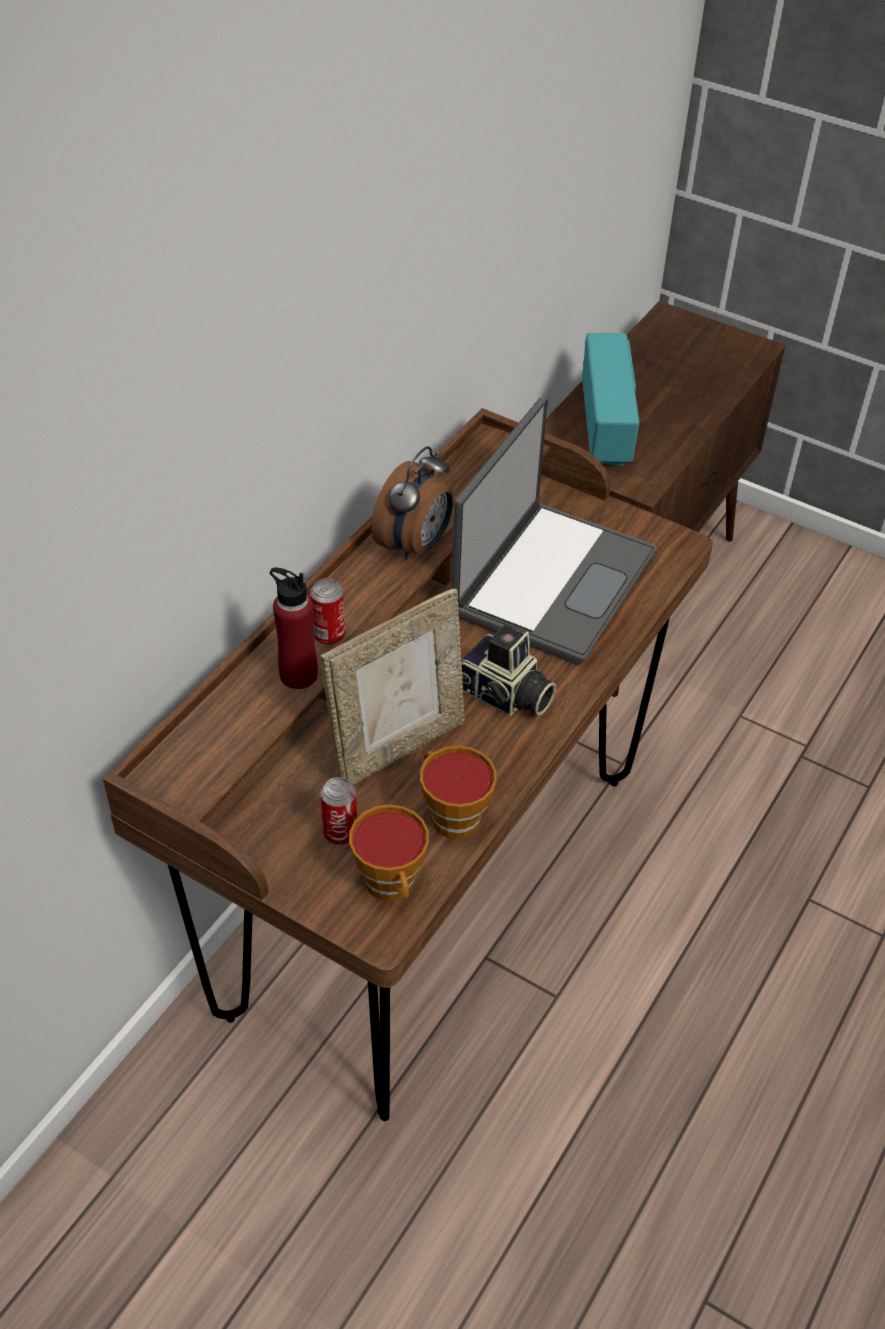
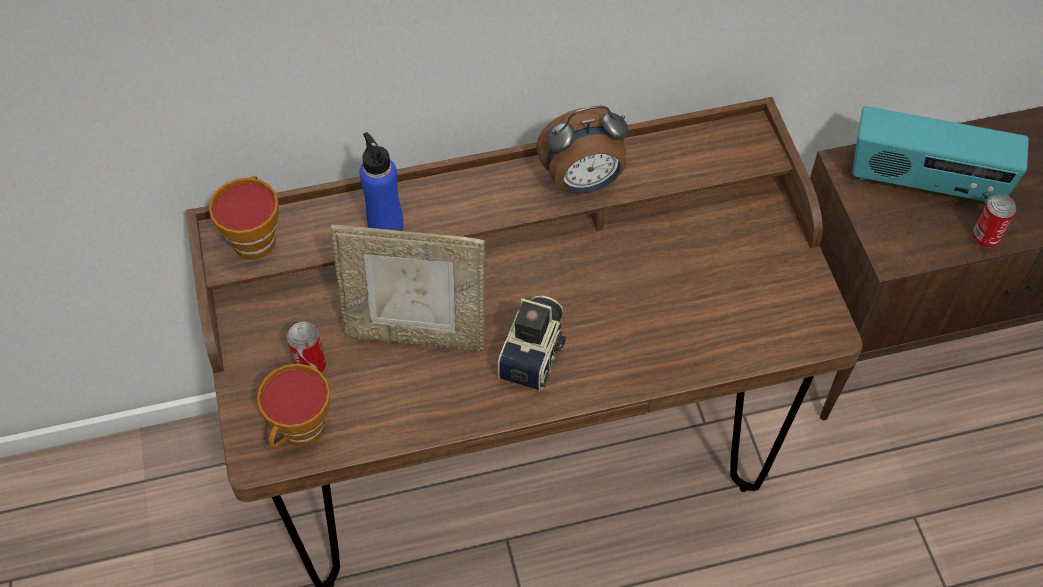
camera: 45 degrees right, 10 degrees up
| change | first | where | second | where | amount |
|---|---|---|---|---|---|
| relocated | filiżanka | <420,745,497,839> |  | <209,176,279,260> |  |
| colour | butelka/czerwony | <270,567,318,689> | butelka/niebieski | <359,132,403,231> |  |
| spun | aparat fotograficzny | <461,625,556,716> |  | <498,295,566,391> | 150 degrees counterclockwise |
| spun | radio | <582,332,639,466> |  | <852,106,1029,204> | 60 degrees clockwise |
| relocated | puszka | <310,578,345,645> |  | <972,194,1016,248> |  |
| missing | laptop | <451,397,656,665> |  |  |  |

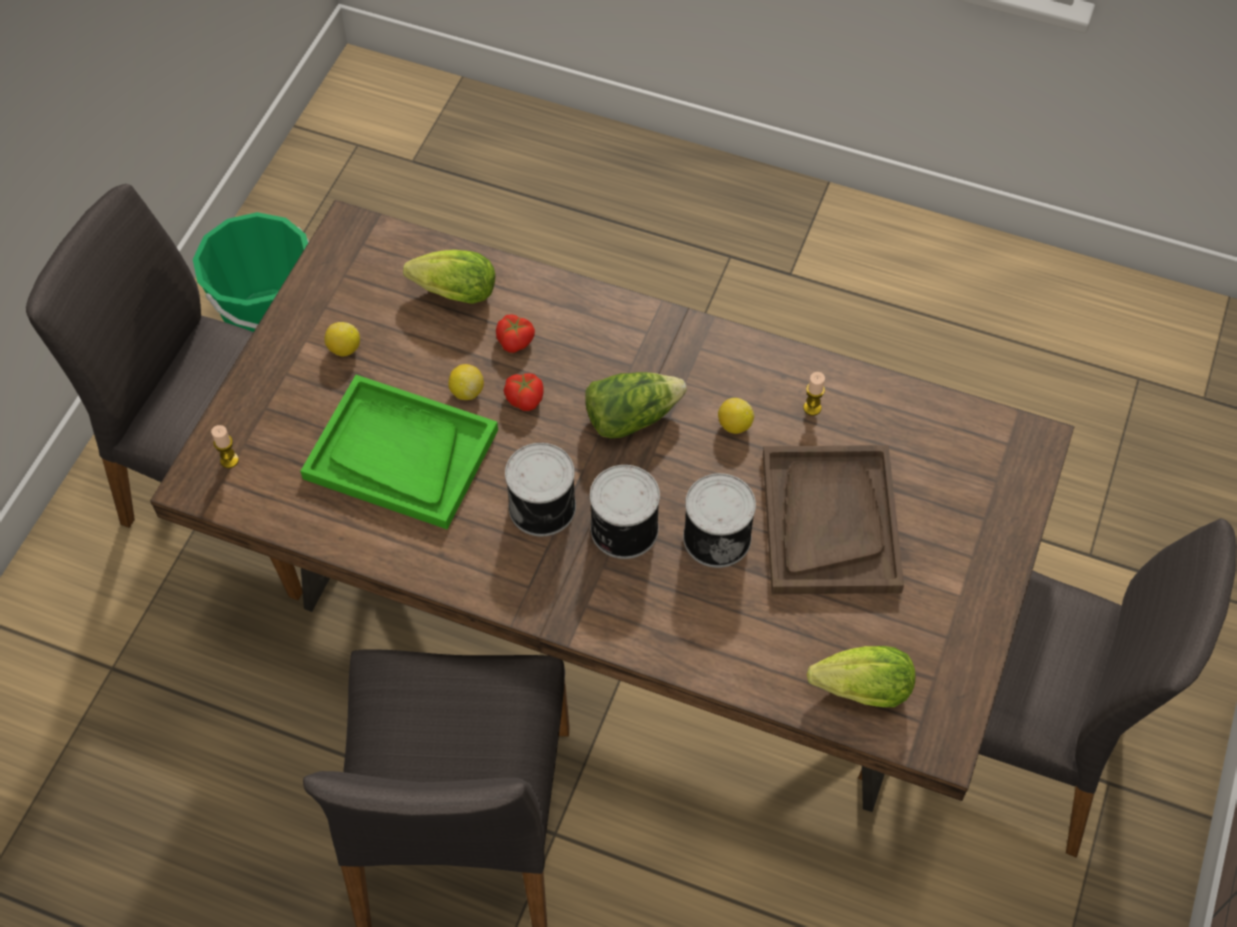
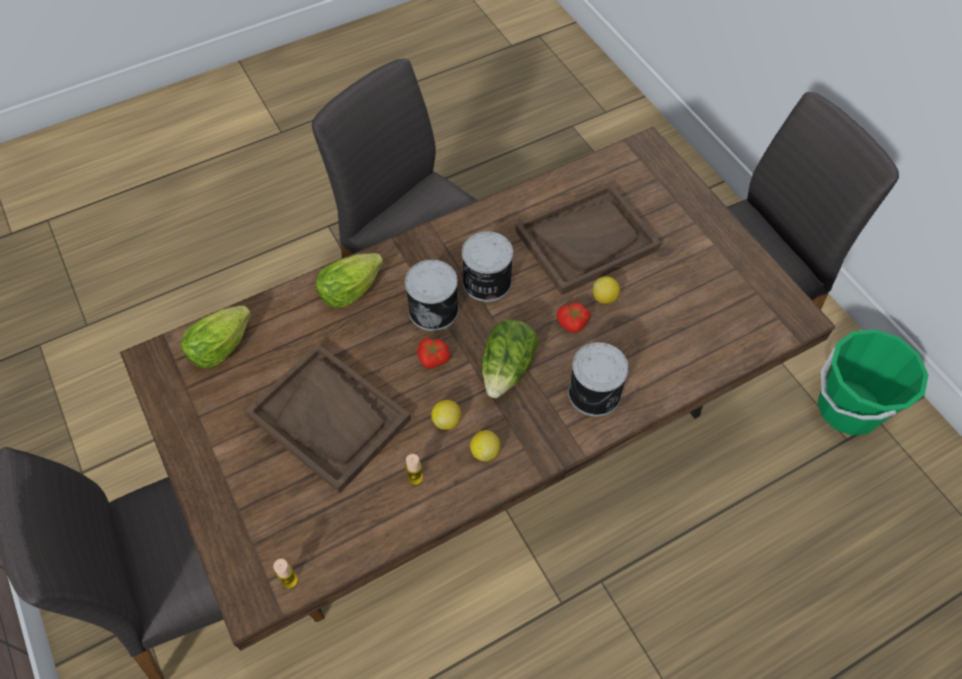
camera: 130 degrees right, 0 degrees up
| change | first | where | second | where | amount |
|---|---|---|---|---|---|
| relocated | świeca | <211,425,239,468> |  | <273,559,298,589> |  |
| relocated | sałata | <403,250,495,304> |  | <316,253,384,308> |  |
| relocated | pomidor | <496,314,535,353> |  | <417,338,451,368> |  |
| relocated | cytryna | <324,322,360,356> |  | <470,430,500,461> |  |
| colour | taca/zielony | <300,375,498,529> | taca/brązowy | <515,183,661,295> |  |
| relocated | puszka | <683,473,756,568> |  | <568,342,629,416> |  |

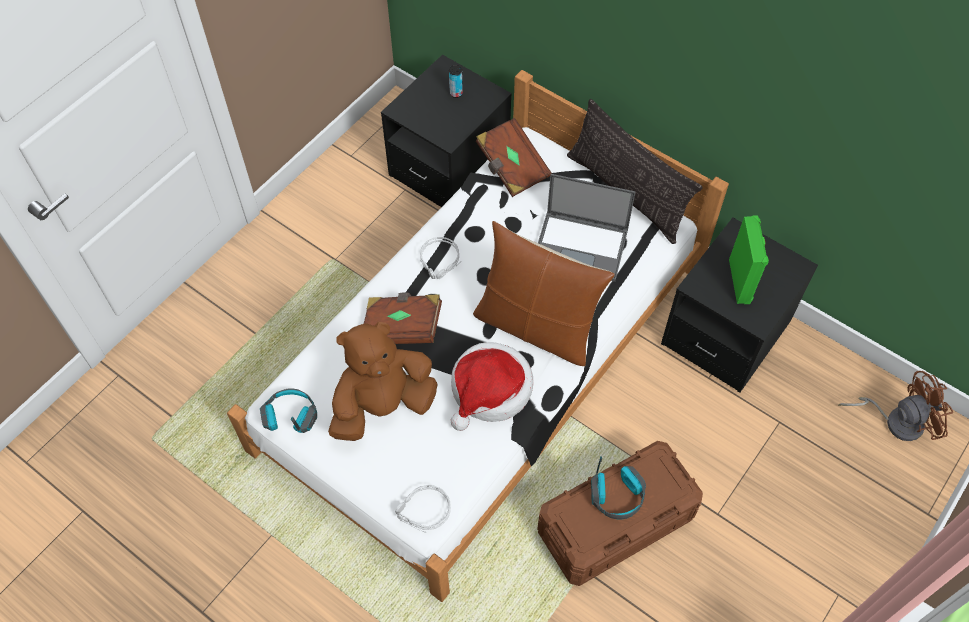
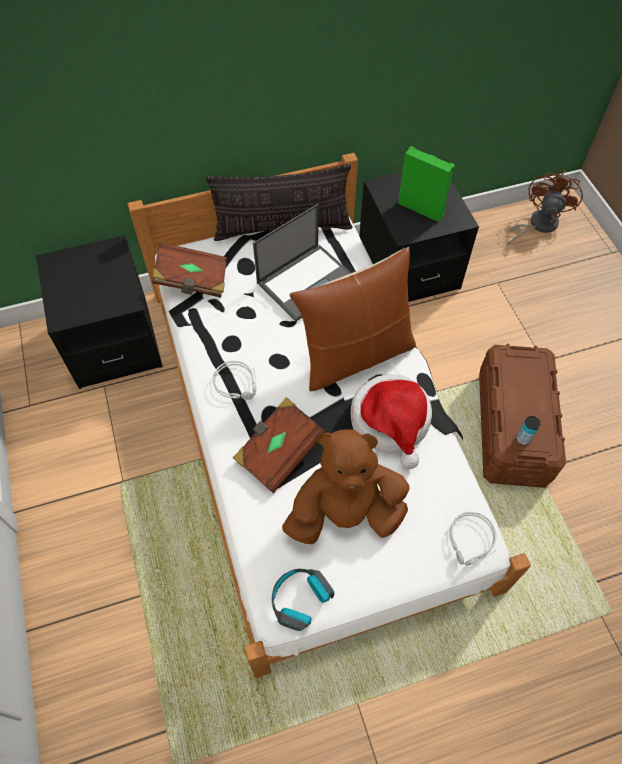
camera: 55 degrees left, 0 degrees up
| change | first | where | second | where | amount |
|---|---|---|---|---|---|
| spun | pluszak/brązowy | <328,322,438,441> |  | <282,429,410,544> | 75 degrees clockwise |
| relocated | puszka | <449,65,463,98> |  | <516,416,541,445> |  |
| missing | słuchawki | <591,456,646,520> |  |  |  |

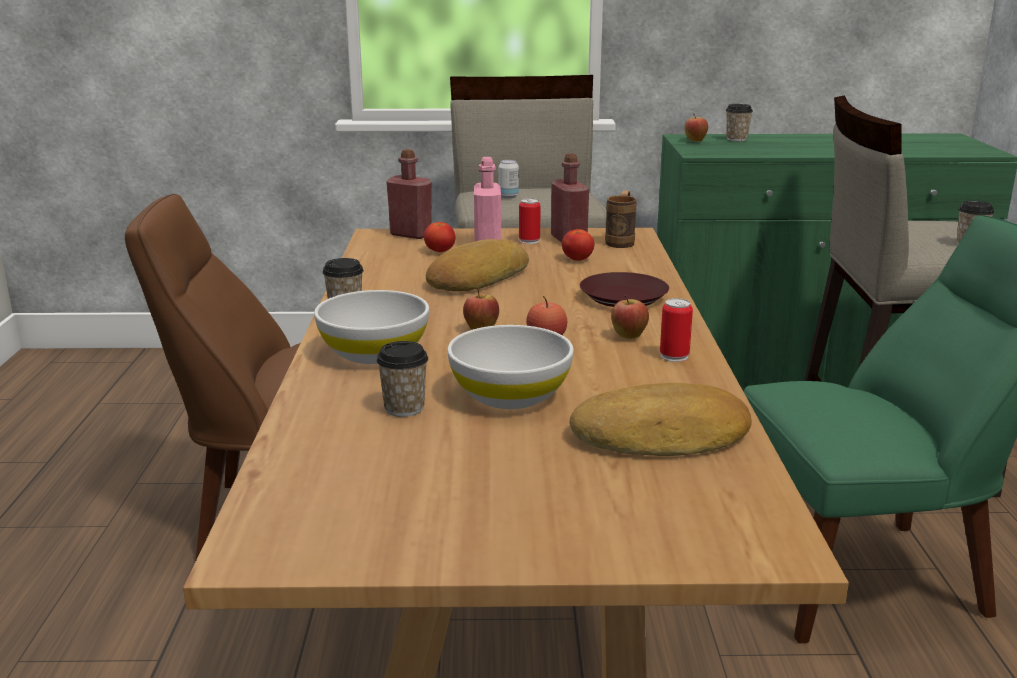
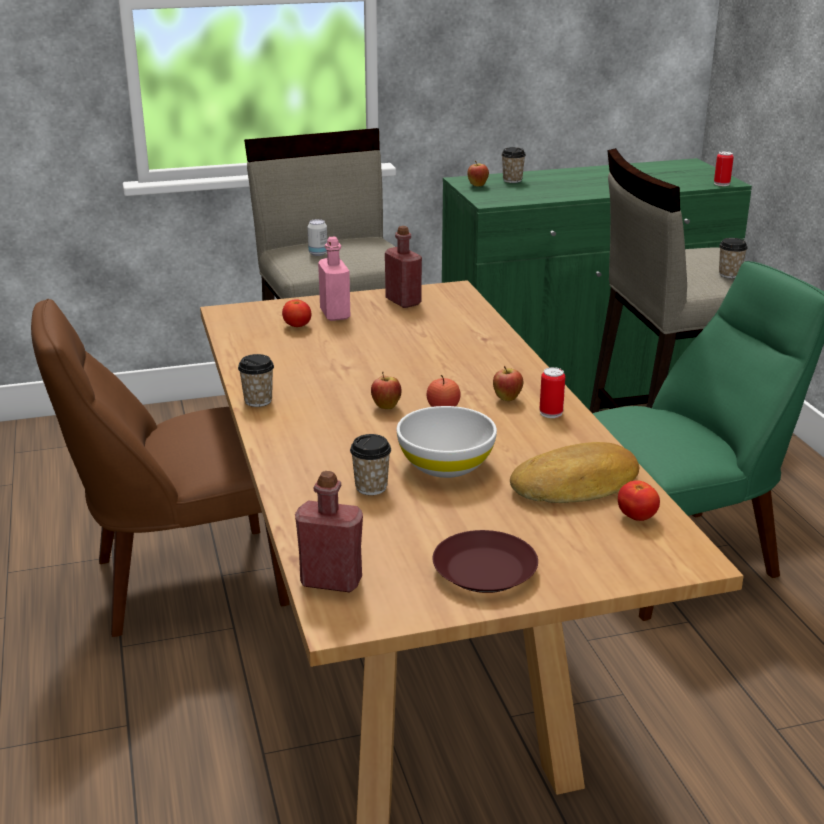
camera: 15 degrees left, 5 degrees up
| change | first | where | second | where | amount |
|---|---|---|---|---|---|
| relocated | butelka/czerwony | <386,149,432,239> |  | <295,471,363,592> |  |
| relocated | talerz/brązowy | <580,272,669,307> |  | <433,530,538,593> |  |
| relocated | pomidor | <562,229,594,261> |  | <618,480,660,521> |  |
| relocated | puszka | <519,198,541,244> |  | <714,151,734,186> |  |
| missing | miska/biały | <314,290,429,364> |  |  |  |
| missing | chleb | <426,239,529,292> |  |  |  |
| missing | kubek/brązowy | <605,190,637,248> |  |  |  |

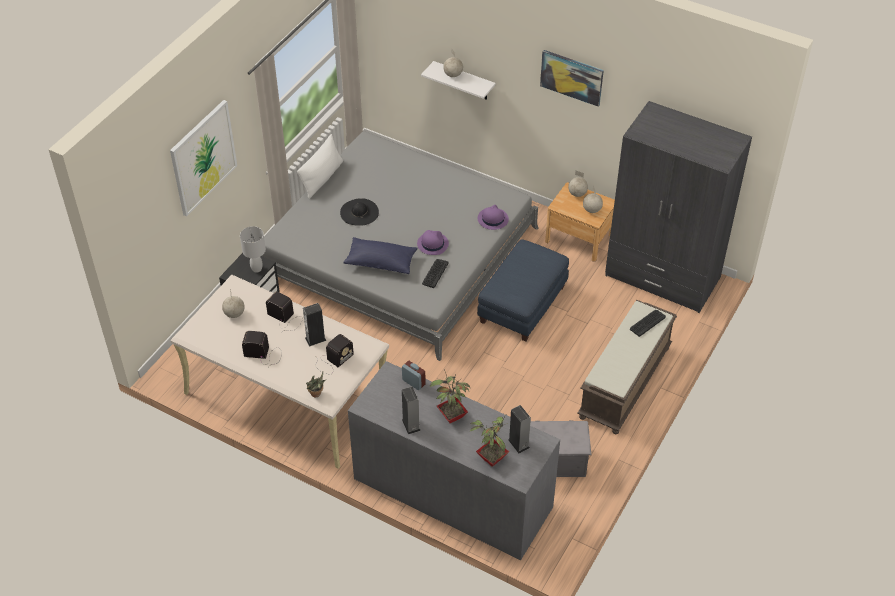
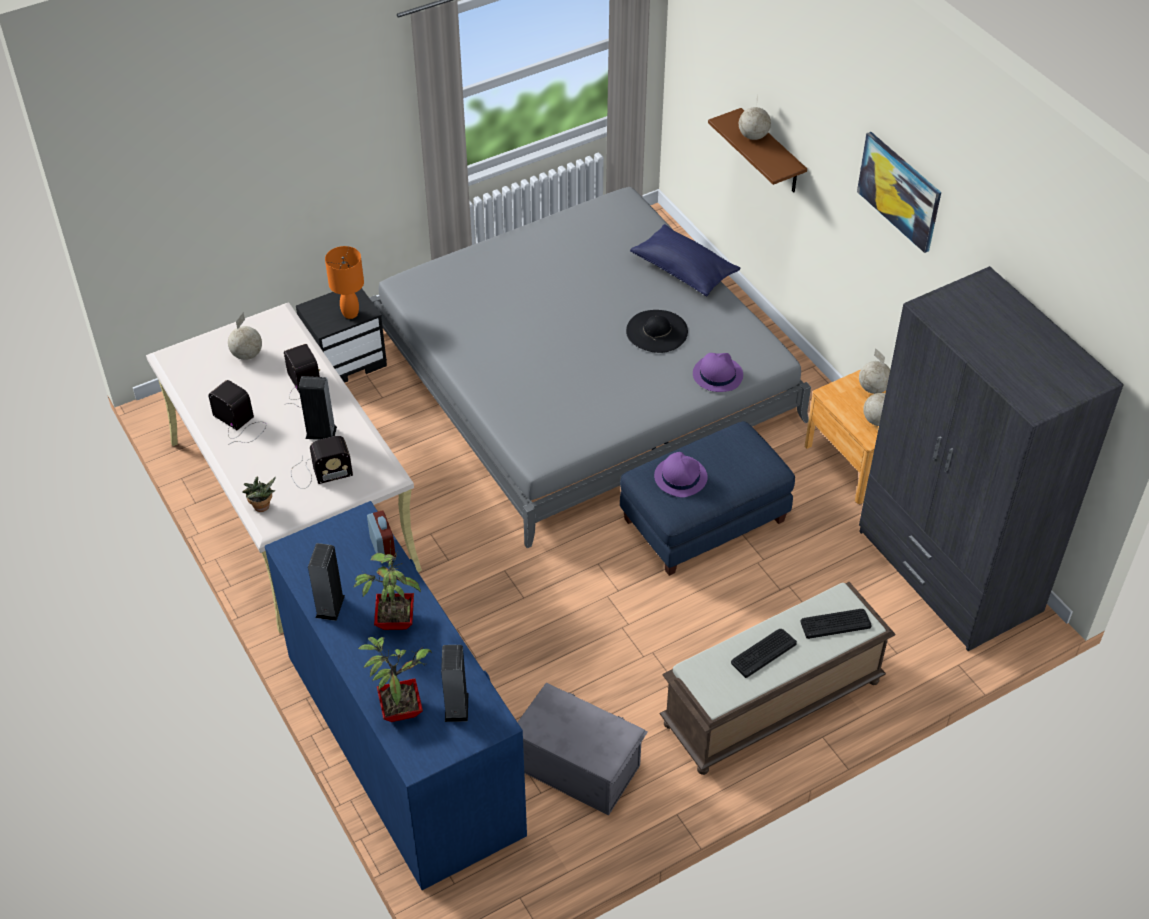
camera: 30 degrees right, 0 degrees up
| change | first | where | second | where | amount |
|---|---|---|---|---|---|
| colour | komoda/szary | <348,361,560,560> | komoda/niebieski | <265,501,527,890> |  |
| colour | lampa stołowa/biały | <240,226,266,273> | lampa stołowa/pomarańczowy | <325,246,364,319> |  |
| relocated | kapelusz/czarny | <340,198,379,226> |  | <626,310,688,353> |  |
| relocated | poduszka/niebieski | <344,237,418,274> |  | <630,224,740,297> |  |
| relocated | kapelusz/fioletowy | <417,230,449,255> |  | <654,452,708,497> |  |
| colour | półka/biały | <421,61,496,100> | półka/brązowy | <708,108,807,193> |  |
| relocated | klawiatura | <422,259,448,288> |  | <731,629,797,678> |  |
| missing | obraz | <170,100,237,217> |  |  |  |
| missing | poduszka/biały | <297,134,343,199> |  |  |  |

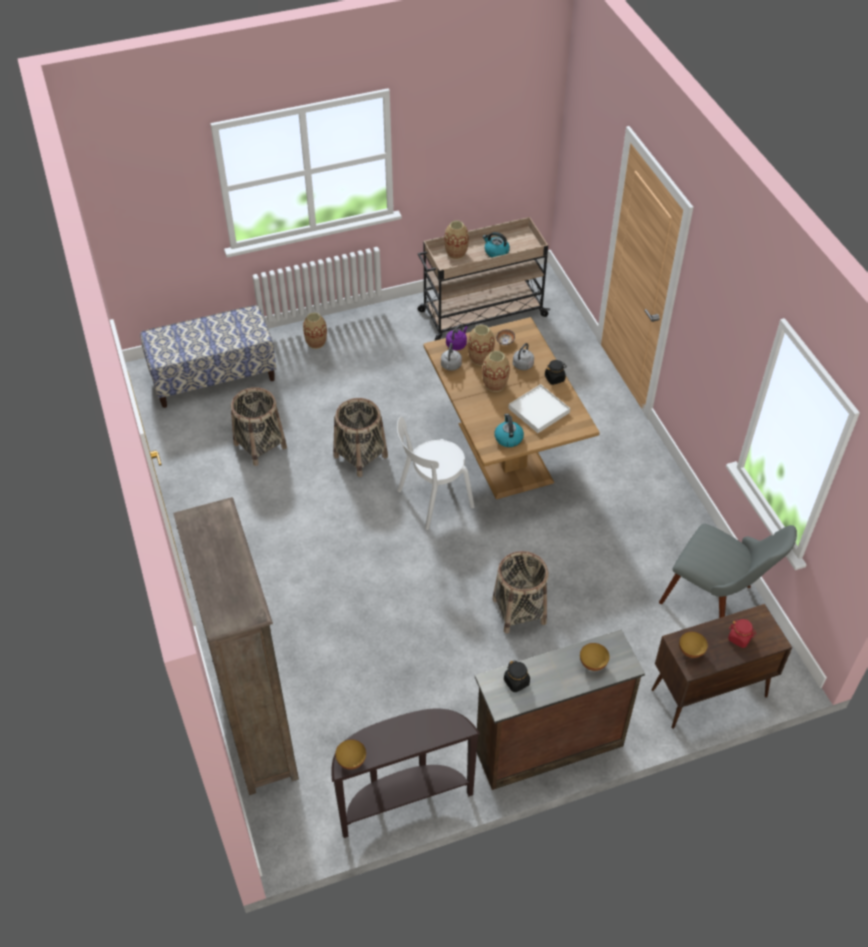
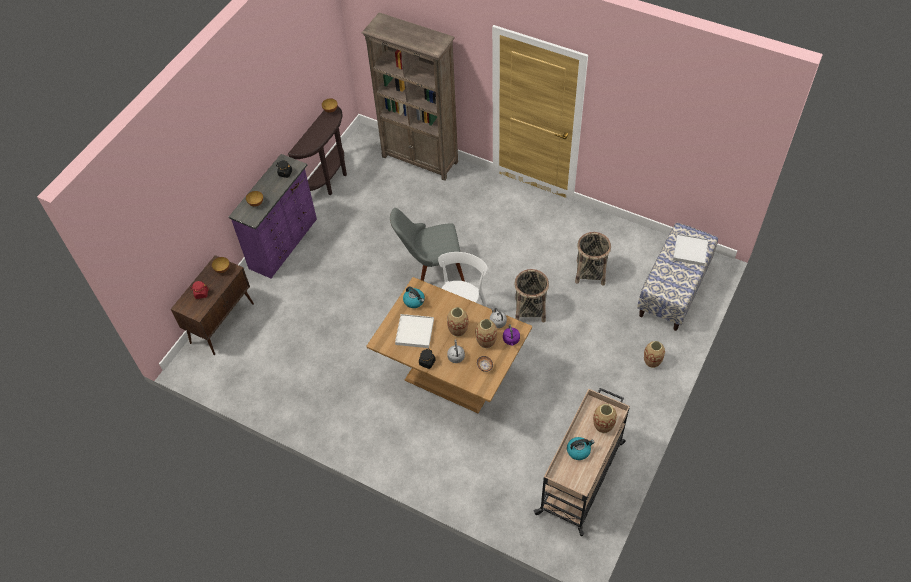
camera: 140 degrees right, 5 degrees up
| change | first | where | second | where | amount |
|---|---|---|---|---|---|
| colour | komoda/brązowy | <475,630,645,790> | komoda/fioletowy | <229,154,317,278> |  |
| relocated | krzesło/szary | <659,524,797,618> |  | <390,208,465,281> |  |
| appeared |  |  | taca/biały | <673,234,709,266> |  |
| missing | koszyk | <492,551,548,634> |  |  |  |

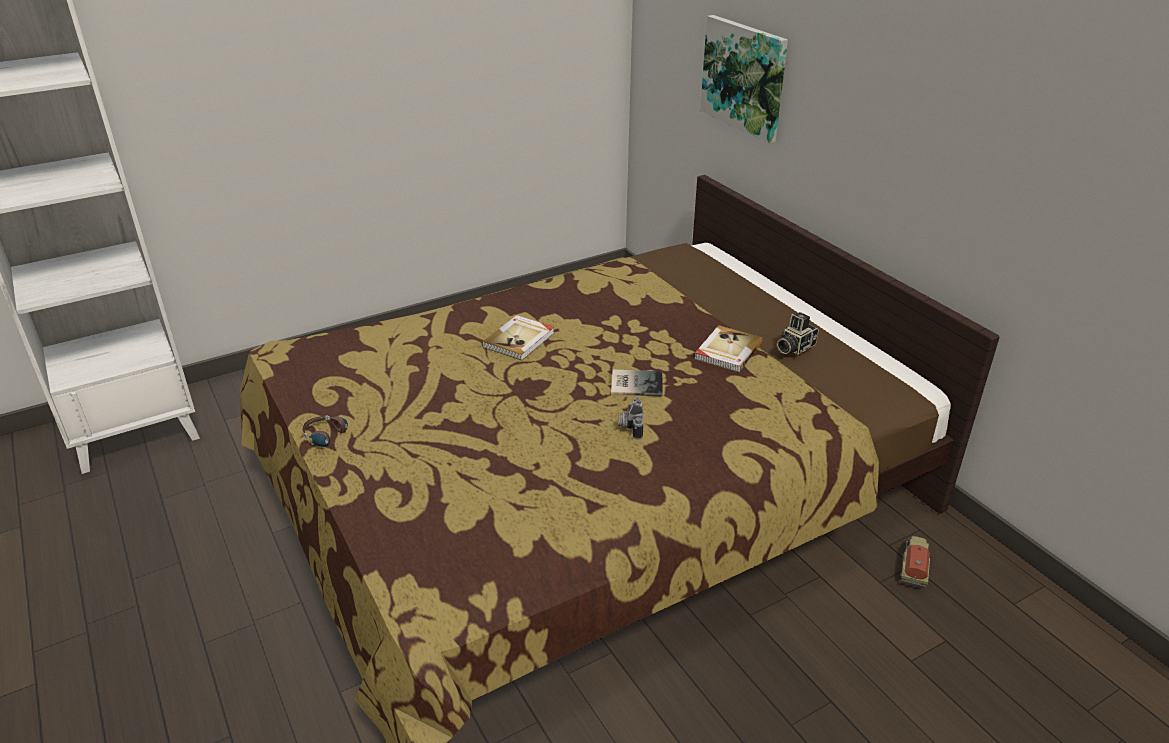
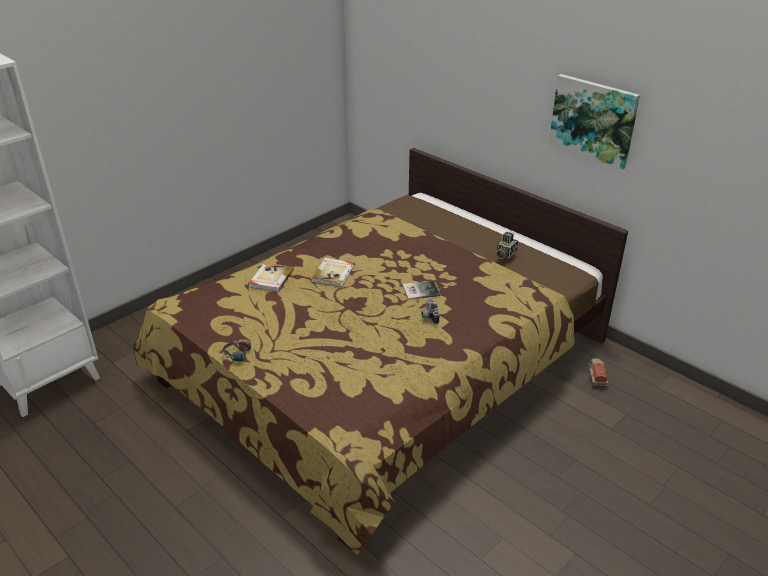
camera: 15 degrees left, 0 degrees up
| change | first | where | second | where | amount |
|---|---|---|---|---|---|
| relocated | książka | <695,325,763,372> |  | <249,263,294,292> |  |
| relocated | obraz | <700,15,788,143> |  | <549,74,640,170> |  |

